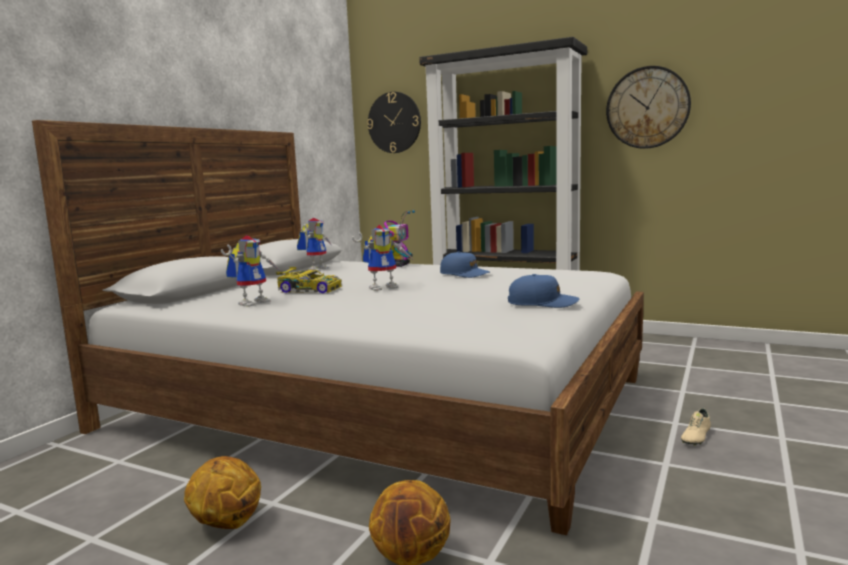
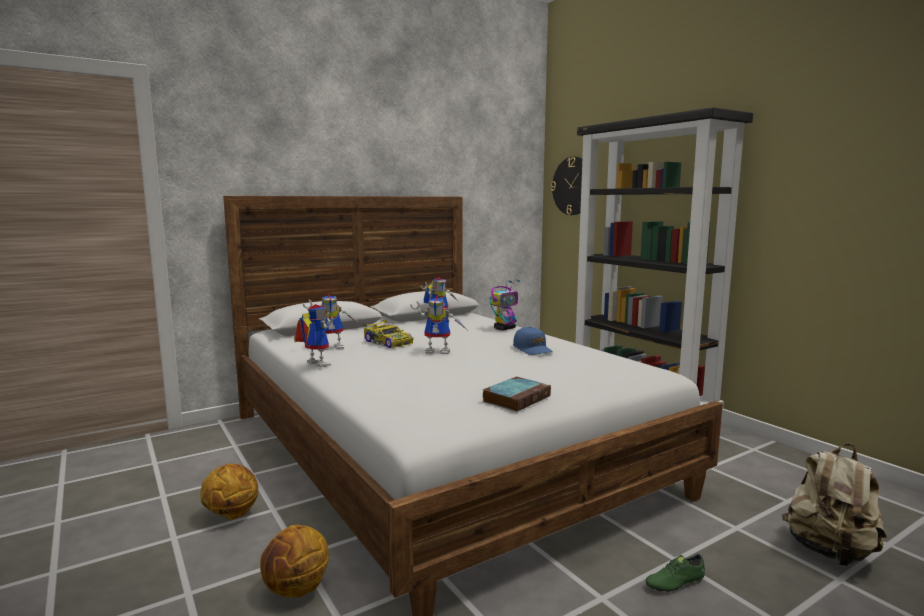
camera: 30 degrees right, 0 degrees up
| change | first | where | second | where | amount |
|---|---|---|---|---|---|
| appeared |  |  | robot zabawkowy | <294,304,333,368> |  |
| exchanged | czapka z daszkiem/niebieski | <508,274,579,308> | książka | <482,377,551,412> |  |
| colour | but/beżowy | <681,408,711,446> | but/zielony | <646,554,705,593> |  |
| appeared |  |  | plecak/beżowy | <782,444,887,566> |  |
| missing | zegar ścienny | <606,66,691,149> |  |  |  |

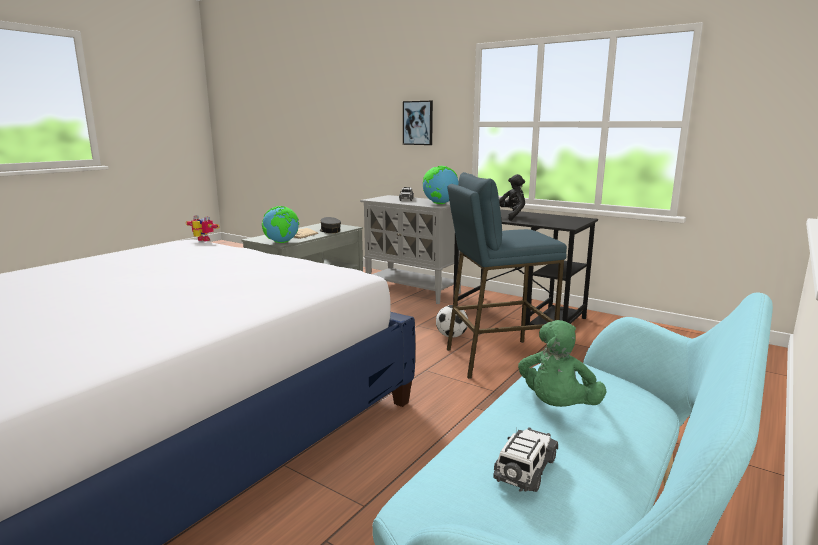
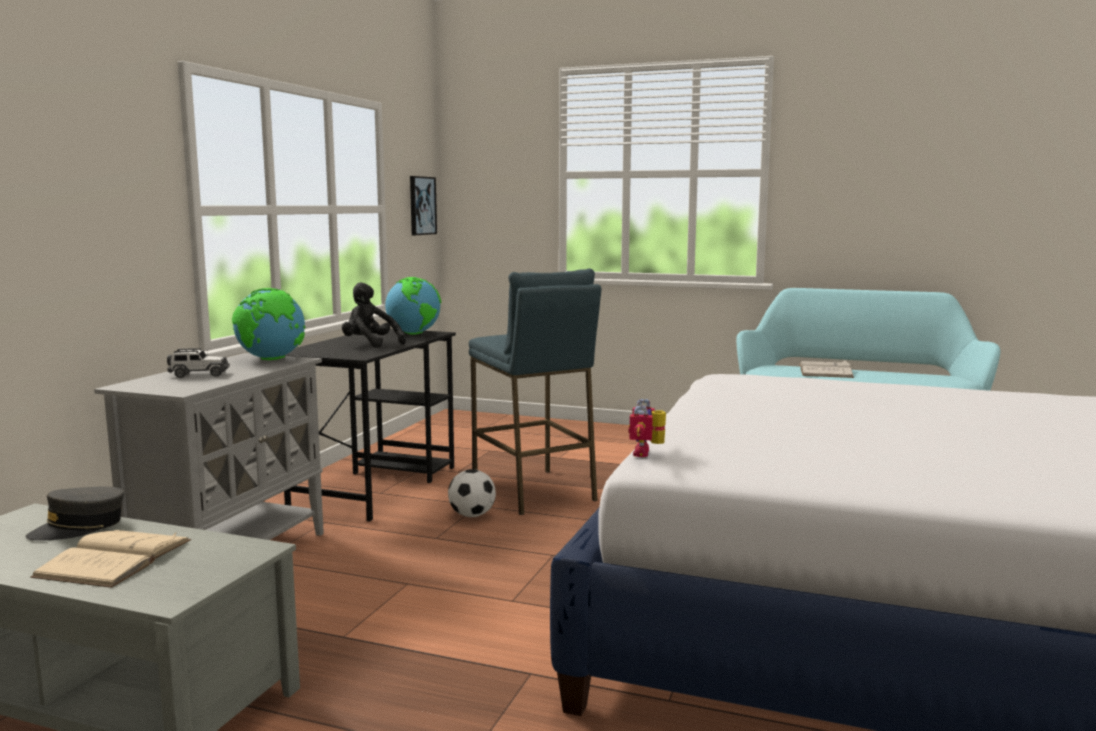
camera: 105 degrees left, 5 degrees down
| change | first | where | second | where | amount |
|---|---|---|---|---|---|
| relocated | globus | <262,206,299,243> |  | <385,277,441,335> |  |
| relocated | obraz | <403,101,433,145> |  | <410,176,437,235> |  |
| exchanged | pluszak/zielony | <518,320,607,407> | książka/biały | <799,360,854,378> |  |
| missing | samochodzik | <493,427,558,492> |  |  |  |

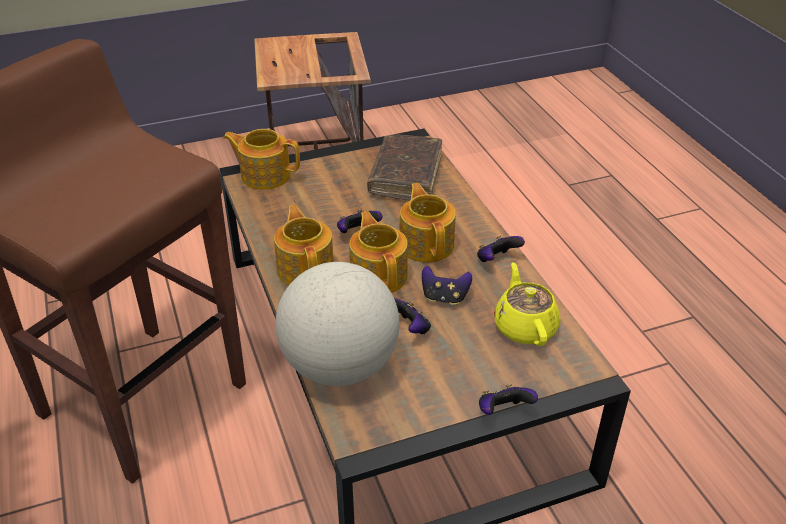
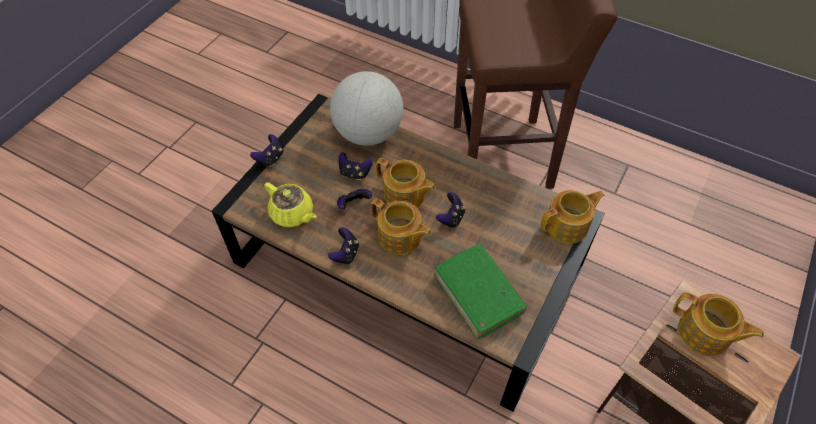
camera: 140 degrees right, 15 degrees up
| change | first | where | second | where | amount |
|---|---|---|---|---|---|
| colour | książka/brązowy | <367,134,442,200> | książka/zielony | <434,244,527,339> |  |
| relocated | imbryk | <274,205,334,285> |  | <673,292,764,356> |  |

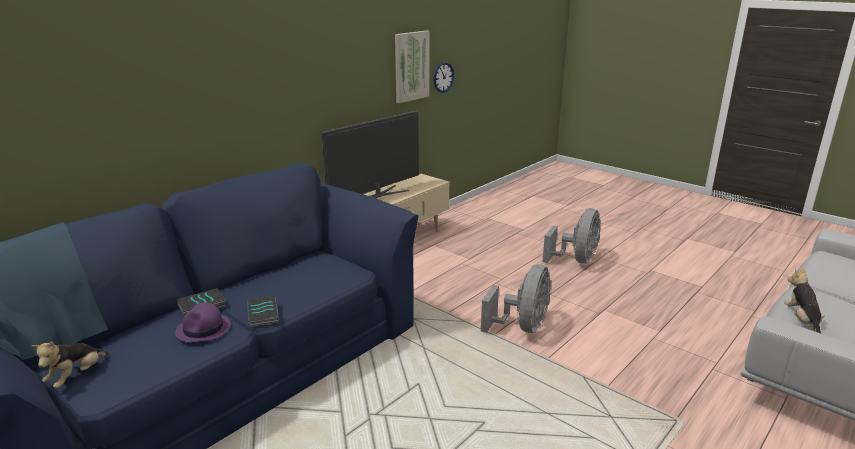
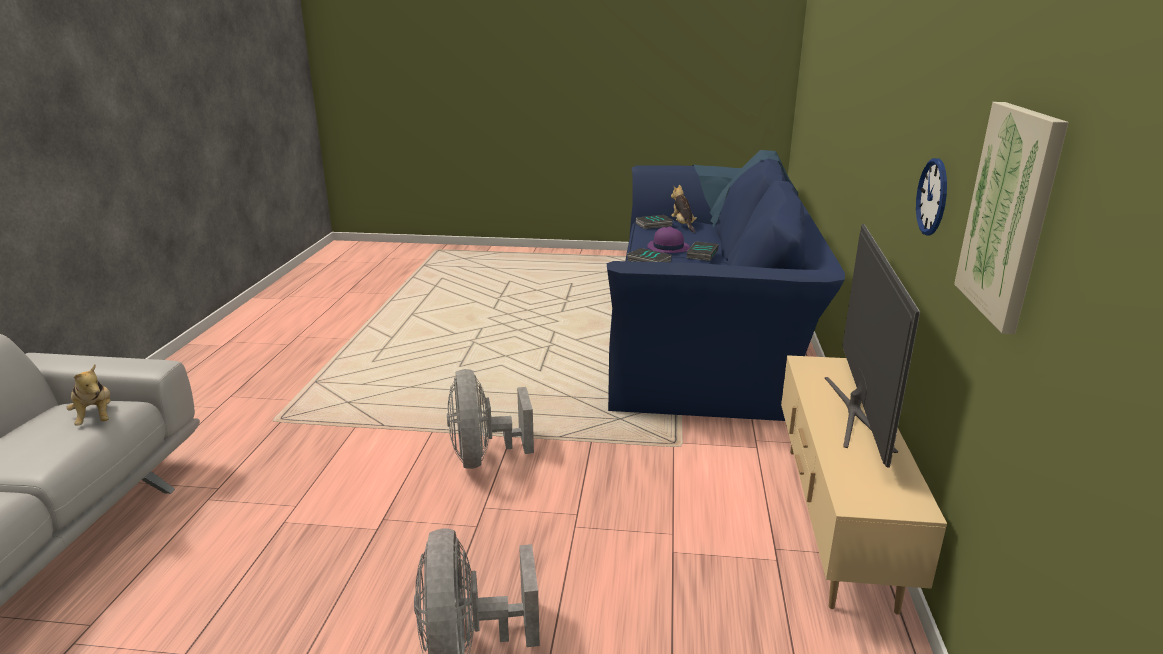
camera: 145 degrees right, 0 degrees up
| change | first | where | second | where | amount |
|---|---|---|---|---|---|
| appeared |  |  | książka | <636,215,673,229> |  |
| relocated | zegar ścienny | <434,62,454,93> |  | <916,158,947,236> |  |

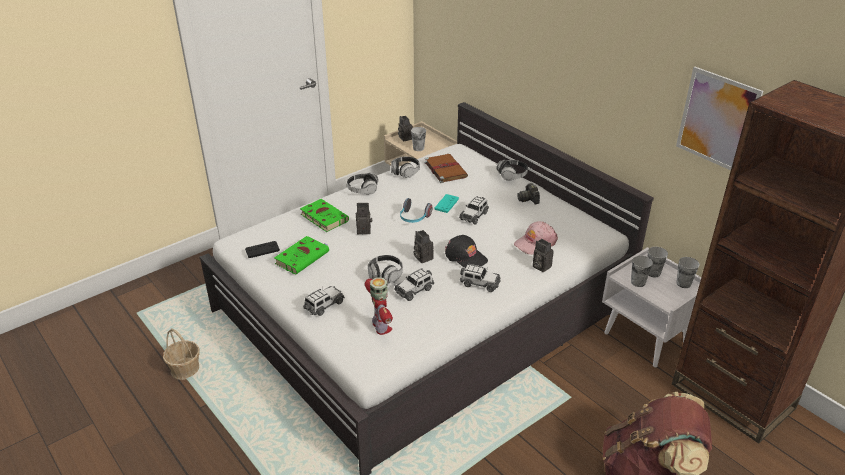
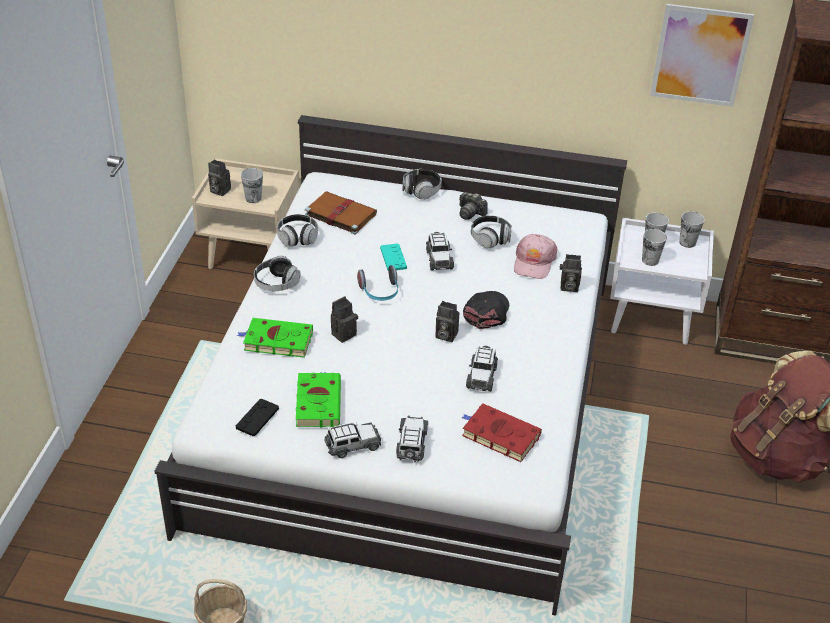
camera: 40 degrees left, 5 degrees up
| change | first | where | second | where | amount |
|---|---|---|---|---|---|
| relocated | samochodzik | <460,264,501,292> |  | <324,422,381,458> |  |
| exchanged | robot zabawkowy | <365,278,393,335> | książka/czerwony | <461,404,542,462> |  |
| spun | czapka z daszkiem/czarny | <445,235,488,268> |  | <463,291,509,329> | 75 degrees counterclockwise |
| relocated | słuchawki | <368,255,403,283> |  | <471,215,512,248> |  |

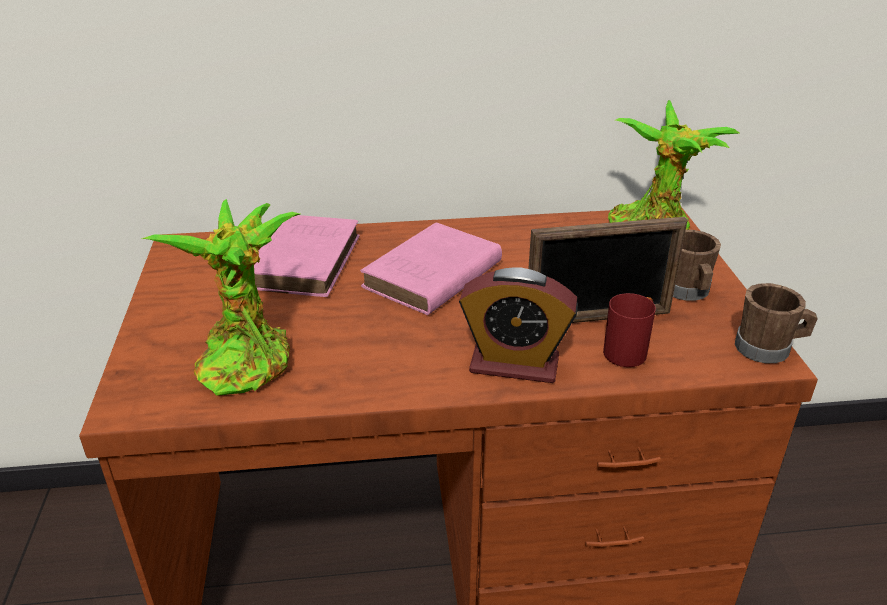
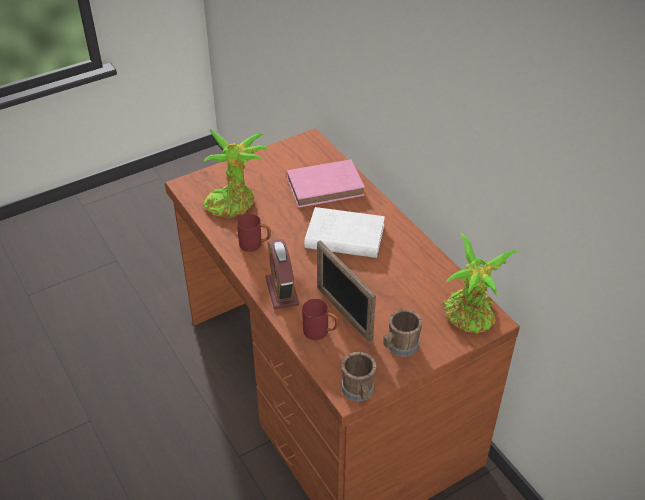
camera: 65 degrees right, 10 degrees up
| change | first | where | second | where | amount |
|---|---|---|---|---|---|
| appeared |  |  | kubek/czerwony | <237,214,271,252> |  |
| colour | książka/różowy | <360,222,502,315> | książka/biały | <304,207,385,258> |  |

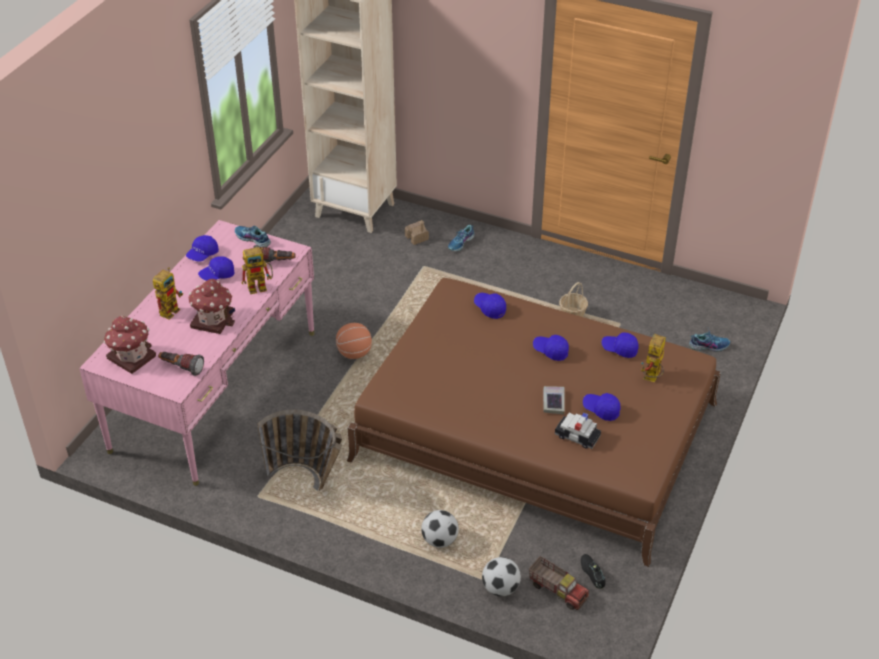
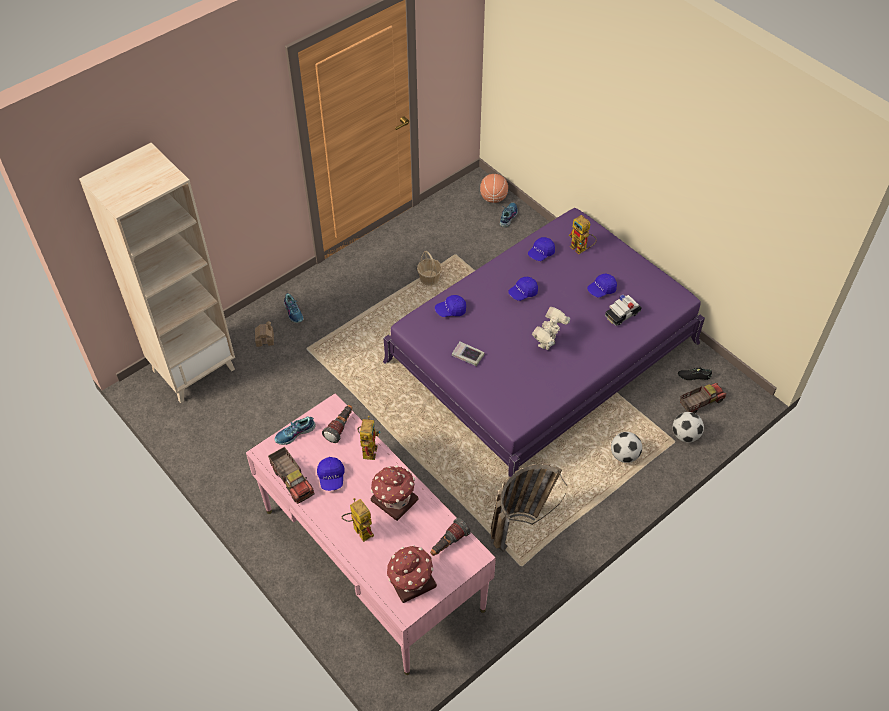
camera: 65 degrees left, 10 degrees up
| change | first | where | second | where | amount |
|---|---|---|---|---|---|
| exchanged | czapka z daszkiem/niebieski | <186,235,219,262> | ciężarówka zabawkowa | <268,447,315,504> |  |
| colour | łóżko/brązowy | <347,278,721,567> | łóżko/fioletowy | <383,208,705,477> |  |
| relocated | książka | <543,386,565,414> |  | <452,341,485,366> |  |
| relocated | piłka do koszykówki | <336,323,372,359> |  | <480,174,508,203> |  |
| appeared |  |  | robot zabawkowy | <532,307,570,350> |  |

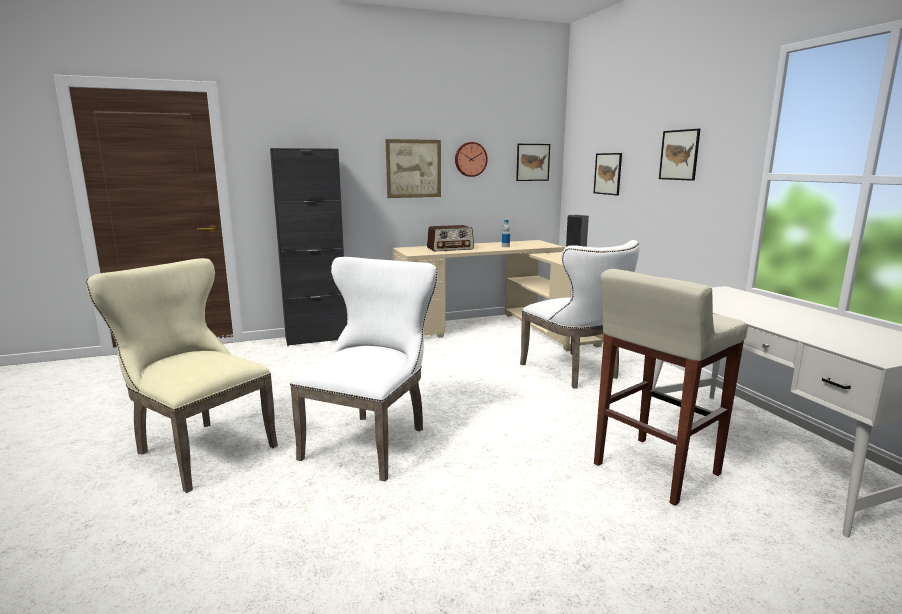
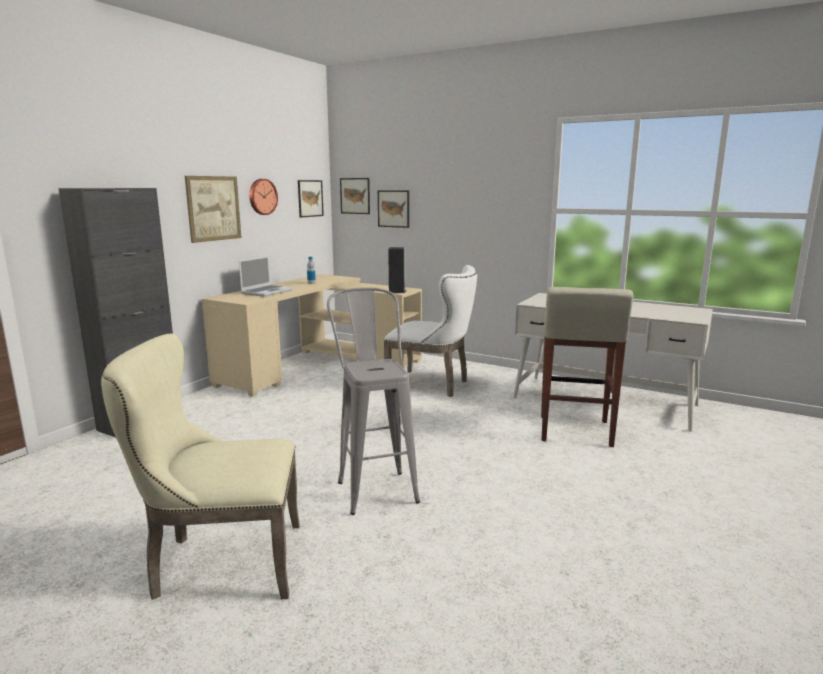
camera: 40 degrees left, 0 degrees up
| change | first | where | second | where | amount |
|---|---|---|---|---|---|
| exchanged | radio | <427,225,474,251> | laptop | <239,256,293,297> |  |
| exchanged | krzesło/biały | <290,257,438,481> | stołek/szary | <327,287,420,515> |  |
| relocated | obraz | <659,129,700,181> |  | <340,178,370,214> |  |

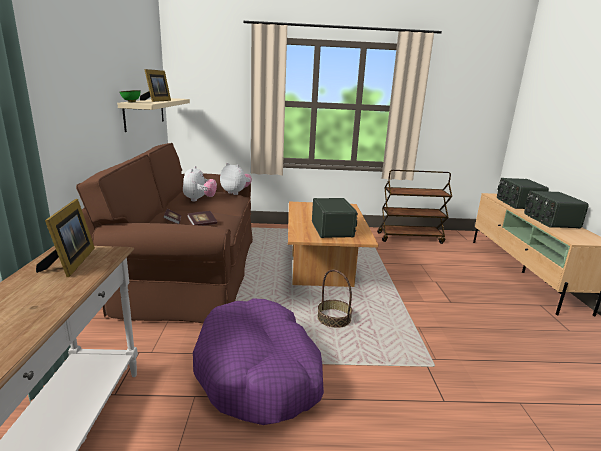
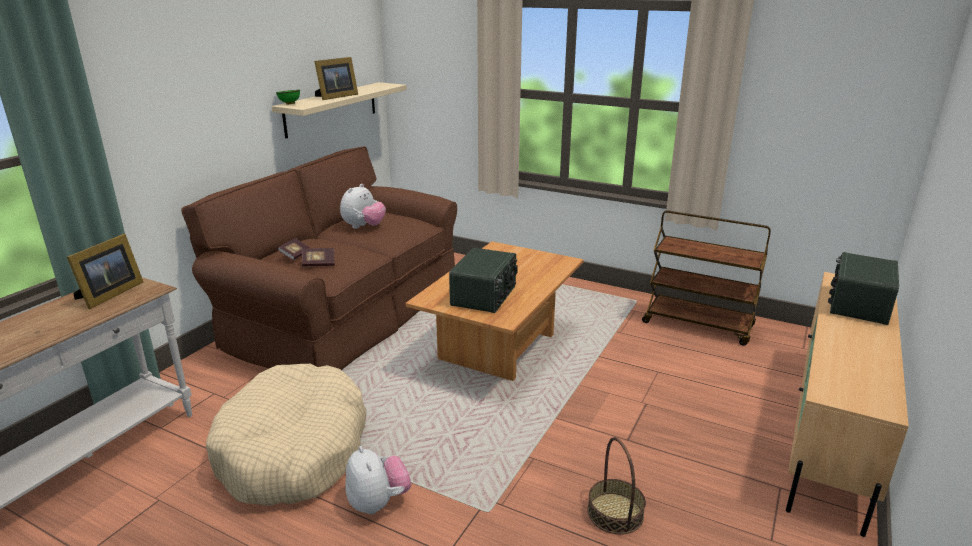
camera: 30 degrees right, 5 degrees up
| change | first | where | second | where | amount |
|---|---|---|---|---|---|
| colour | legowisko/fioletowy | <193,298,324,425> | legowisko/beżowy | <206,364,366,506> |  |
| relocated | pluszak | <220,163,252,195> |  | <345,446,411,515> |  |
| relocated | koszyk | <318,270,352,328> |  | <587,437,646,535> |  |
| missing | radio | <524,191,589,228> |  |  |  |

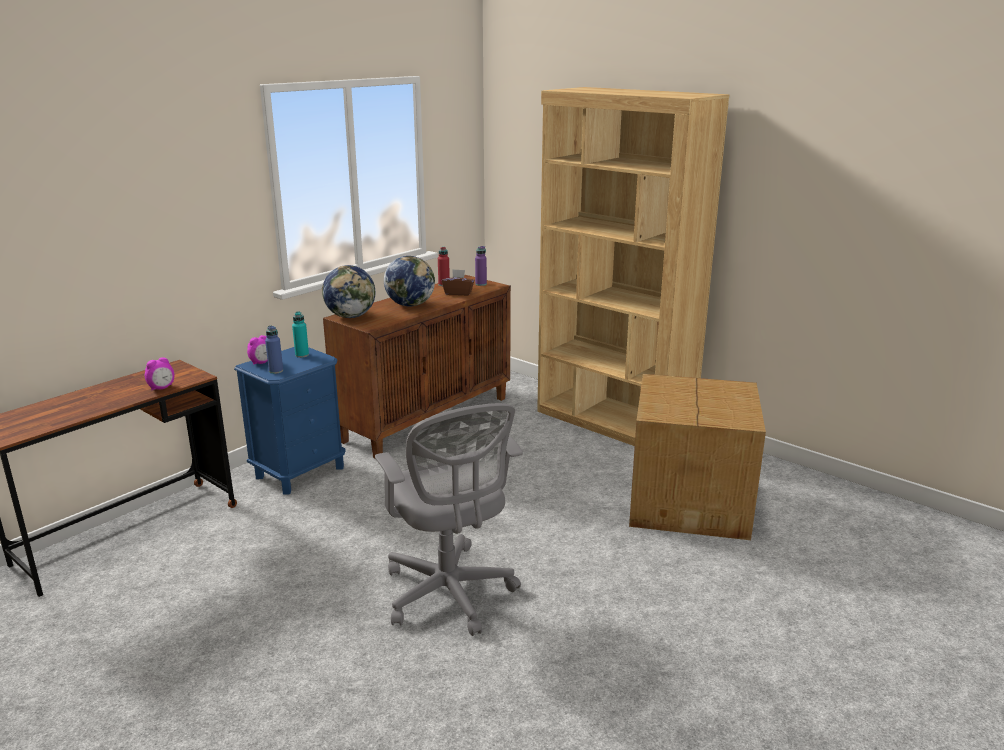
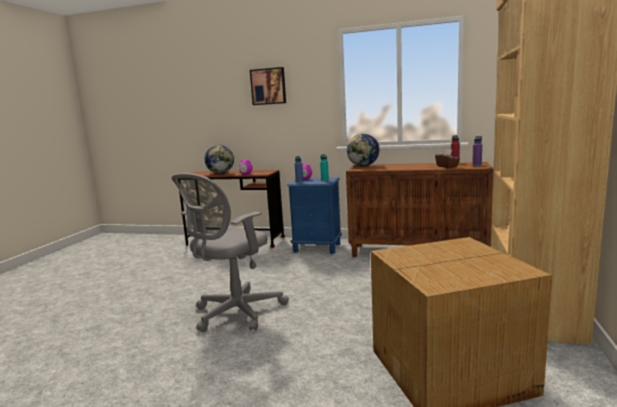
camera: 65 degrees right, 10 degrees down
| change | first | where | second | where | amount |
|---|---|---|---|---|---|
| relocated | globus | <384,256,435,306> |  | <204,145,234,174> |  |
| appeared |  |  | obraz | <250,67,286,105> |  |

